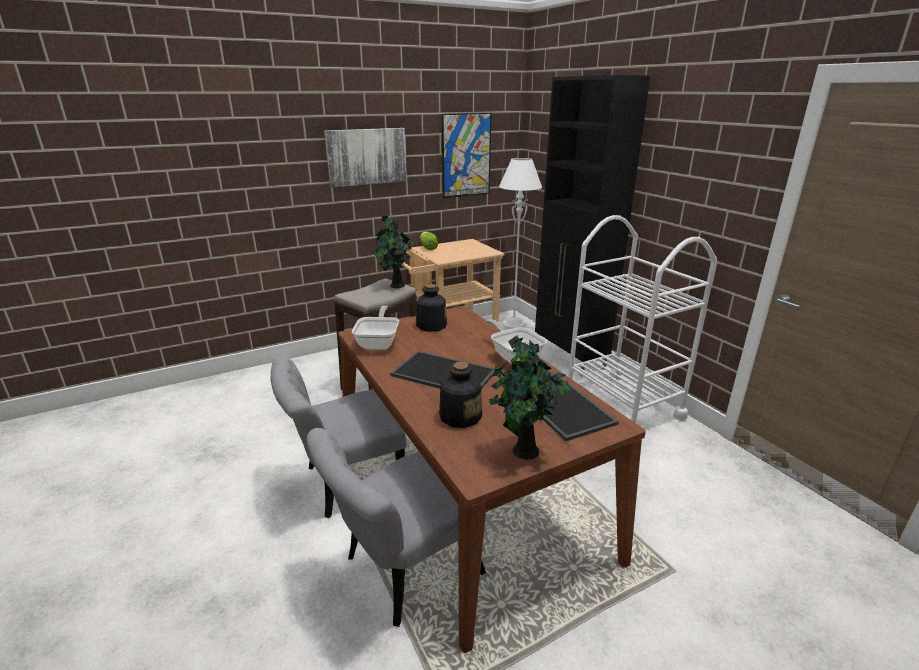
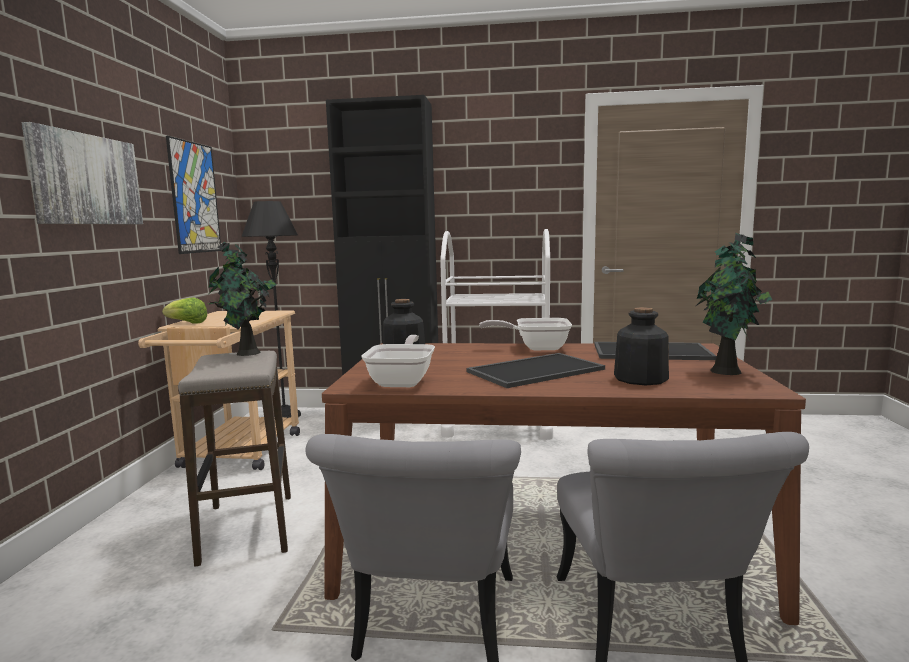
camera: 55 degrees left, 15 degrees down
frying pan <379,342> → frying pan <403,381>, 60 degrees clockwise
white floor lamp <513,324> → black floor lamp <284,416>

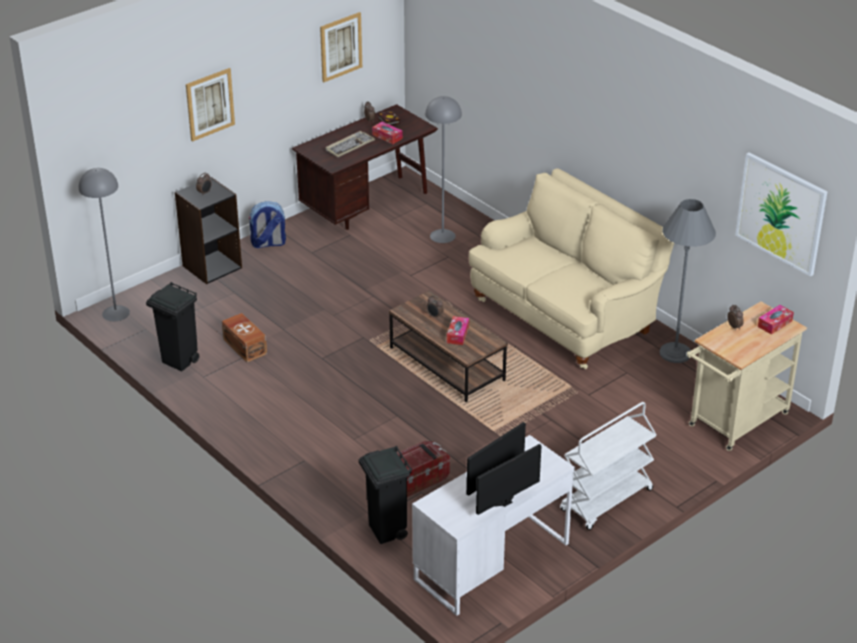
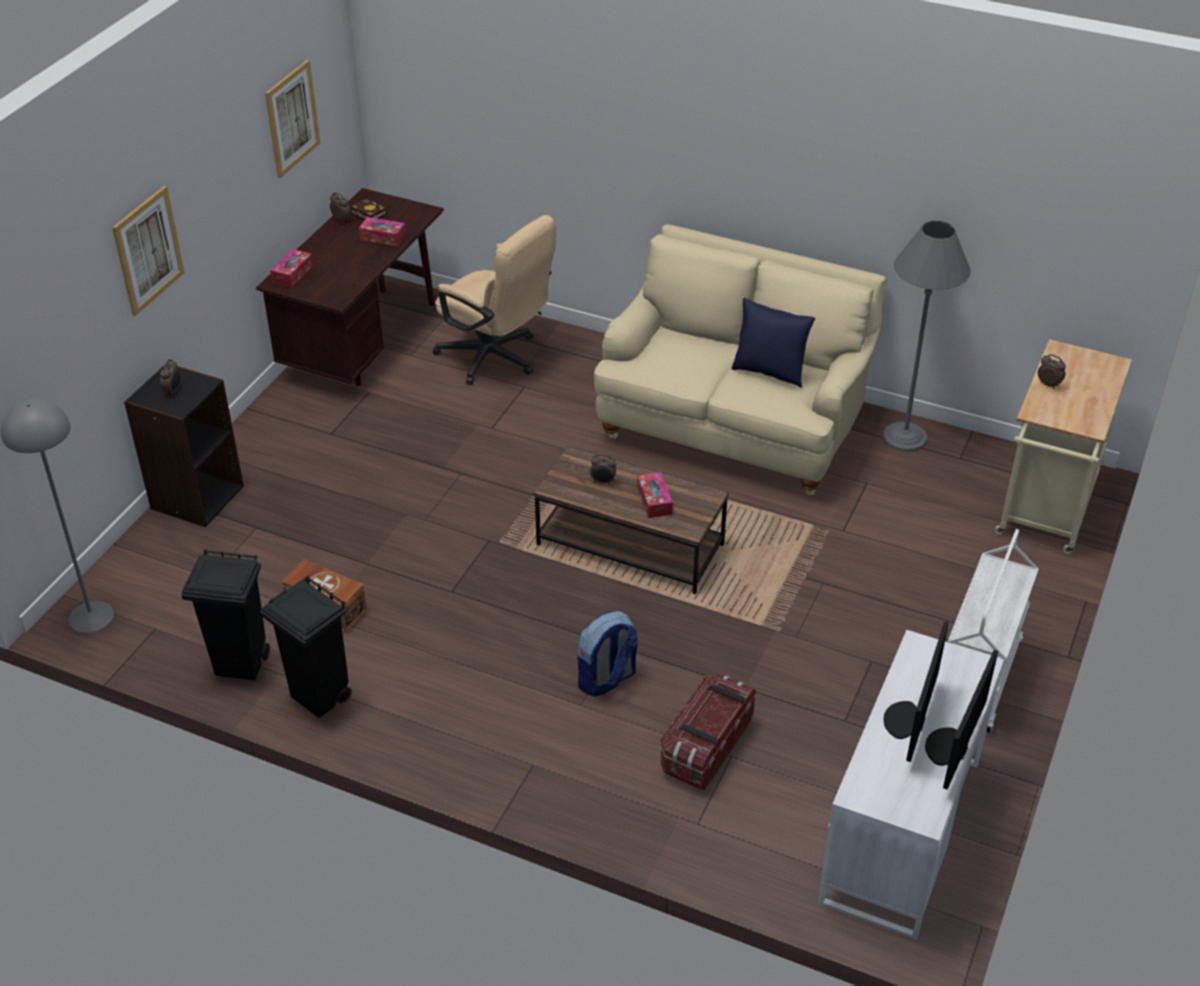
camera: 25 degrees left, 5 degrees up
backpack <268,243> → backpack <606,680>, move
keyboard <349,145> → -
black trash can <387,532> → black trash can <320,697>, move
grey floor lamp <442,236> → beige office chair <496,359>
picture <781,213> → -
tissue box <774,324> → tissue box <293,274>, move
- → blue pillow <769,372>

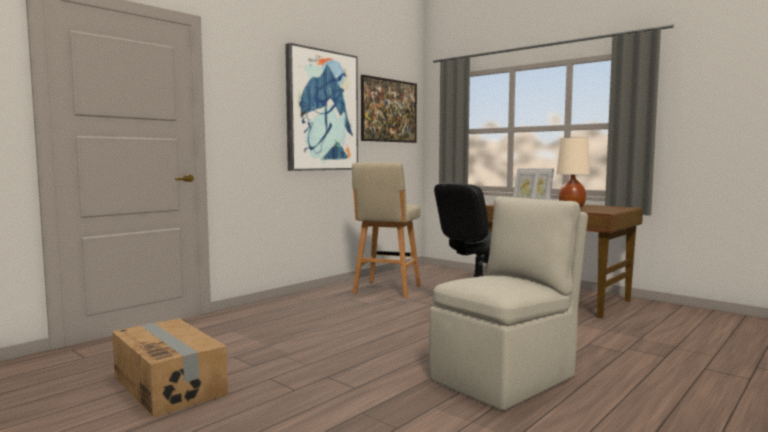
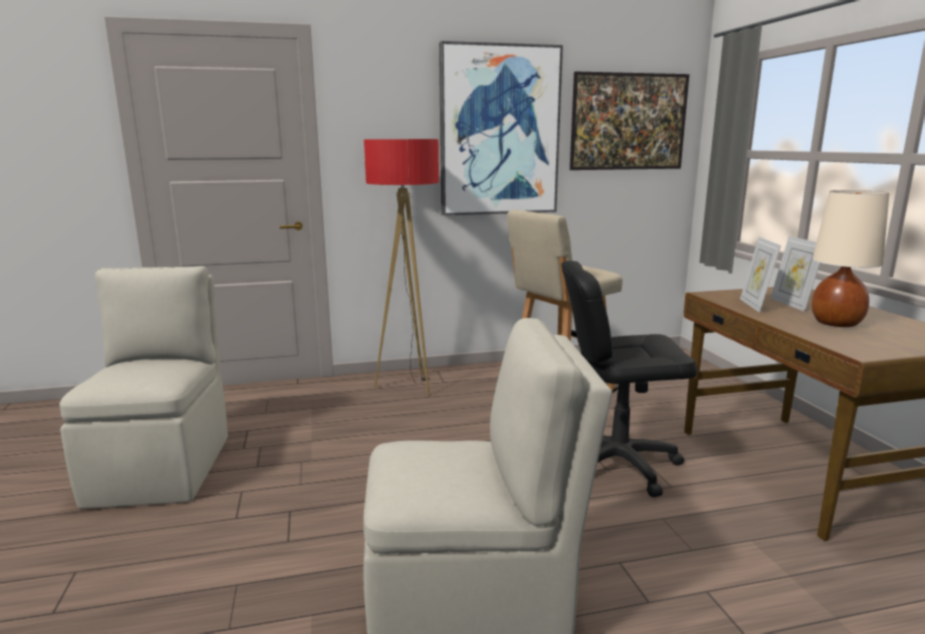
camera: 35 degrees right, 10 degrees up
cardboard box <170,385> → beige chair <163,467>
- → floor lamp <409,385>

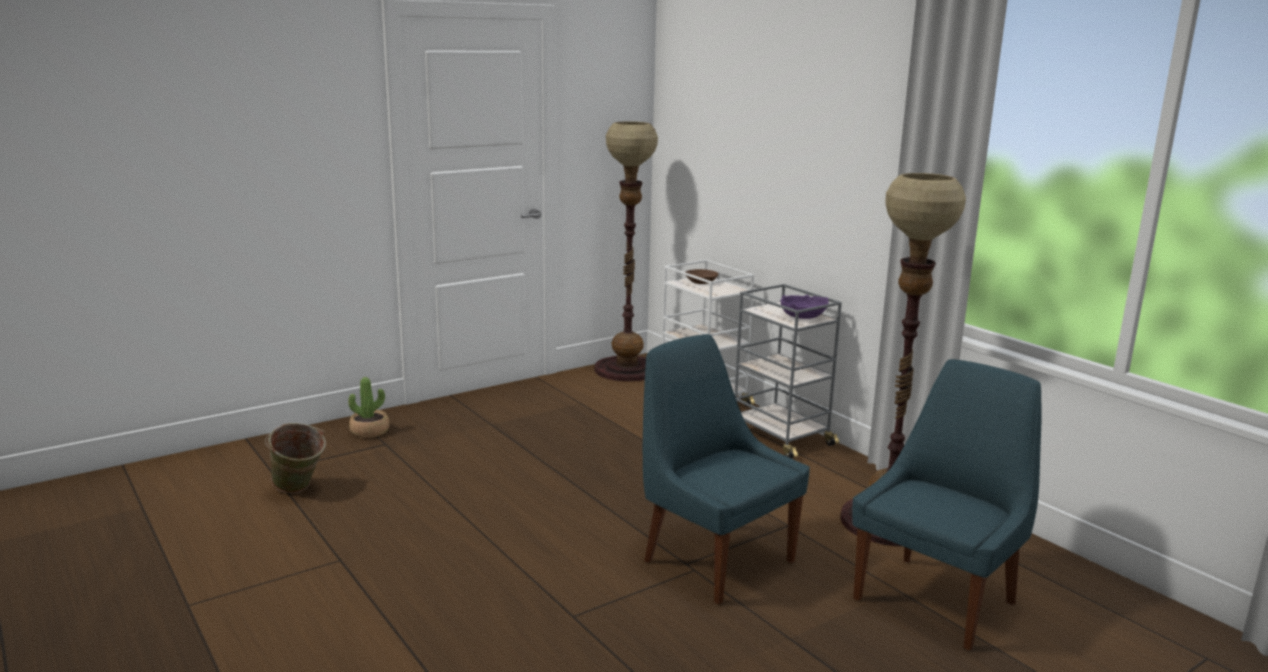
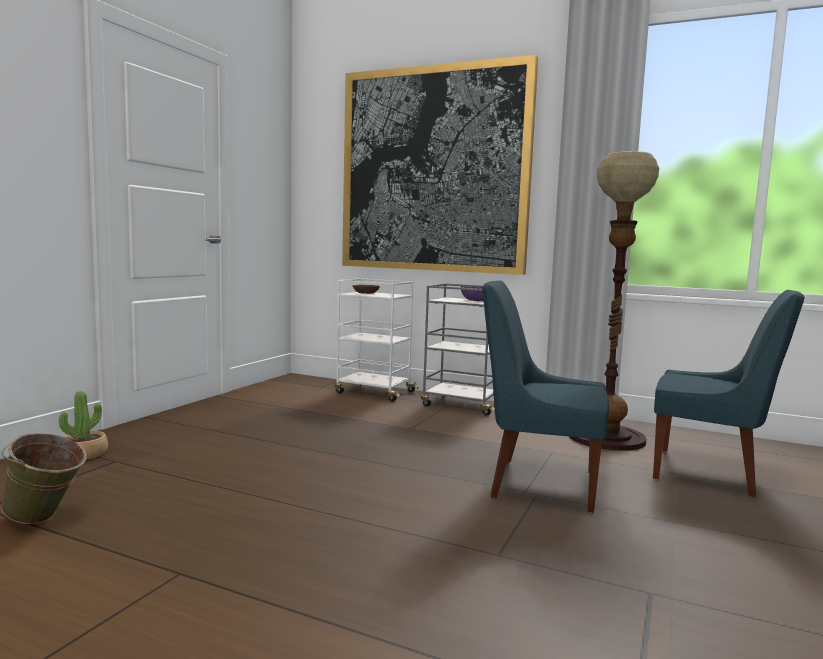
camera: 30 degrees left, 10 degrees down
floor lamp <626,369> → -
blue chair <937,599> → blue chair <710,473>, 105 degrees clockwise
- → picture <434,170>

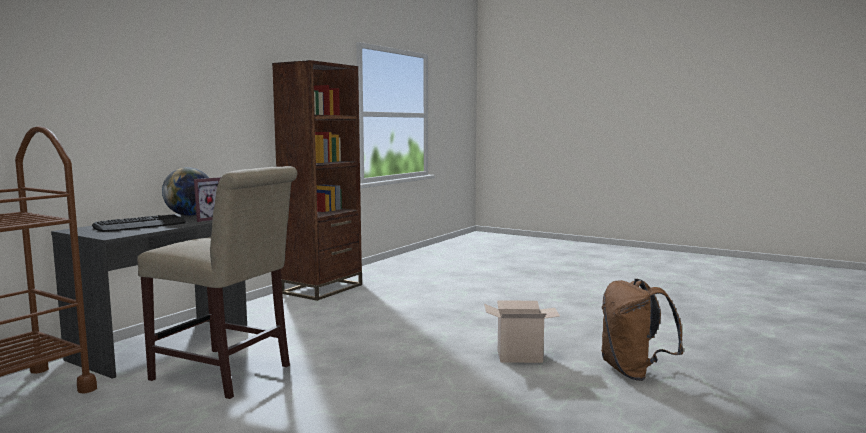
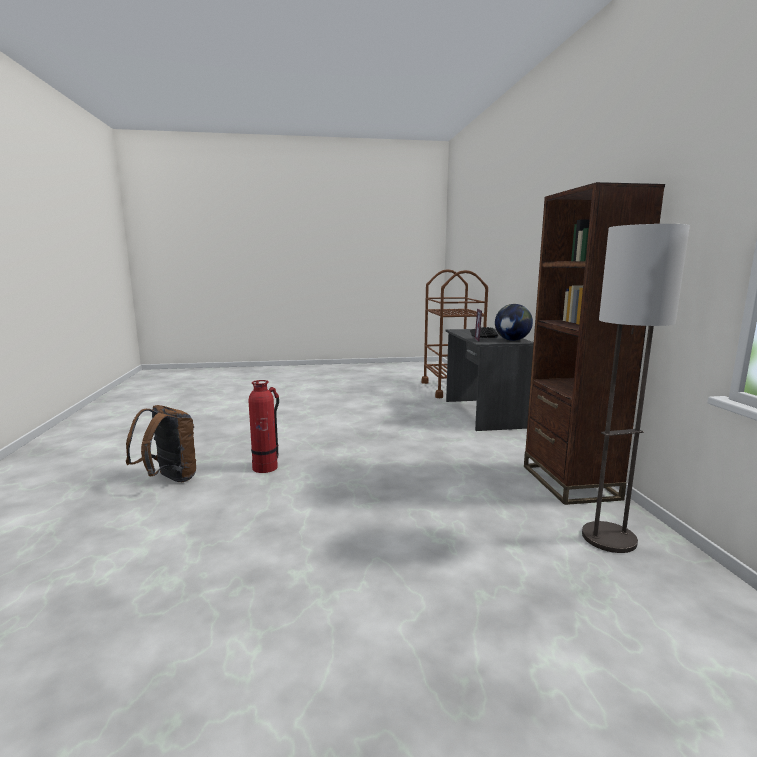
camera: 140 degrees right, 5 degrees up
beige chair <226,374> → -
cardboard box <521,356> → fire extinguisher <266,467>
- → floor lamp <608,538>

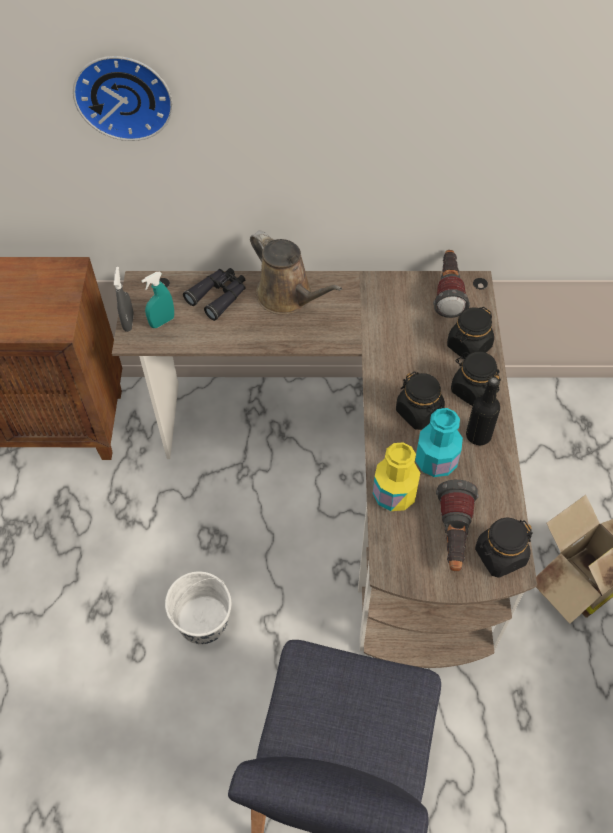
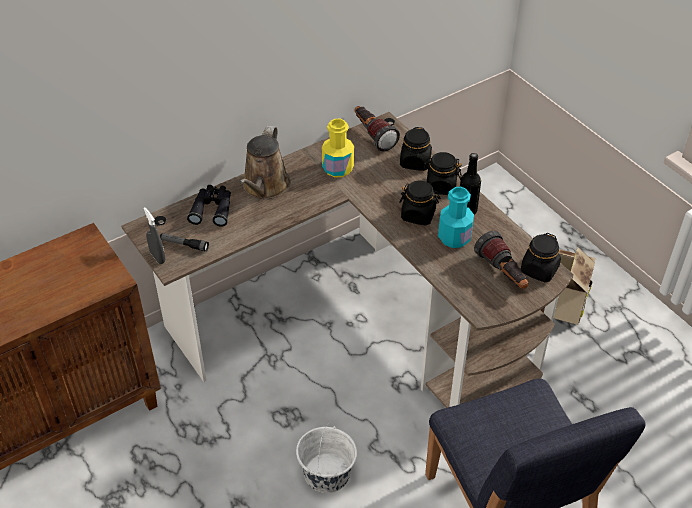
camera: 35 degrees left, 10 degrees down
wall clock <124,94> → -
turquoise spray bottle <162,322> → flashlight <184,245>
brown watering can <288,297> → brown watering can <264,187>, 90 degrees clockwise
yellow bottle <394,494> → yellow bottle <338,168>, move

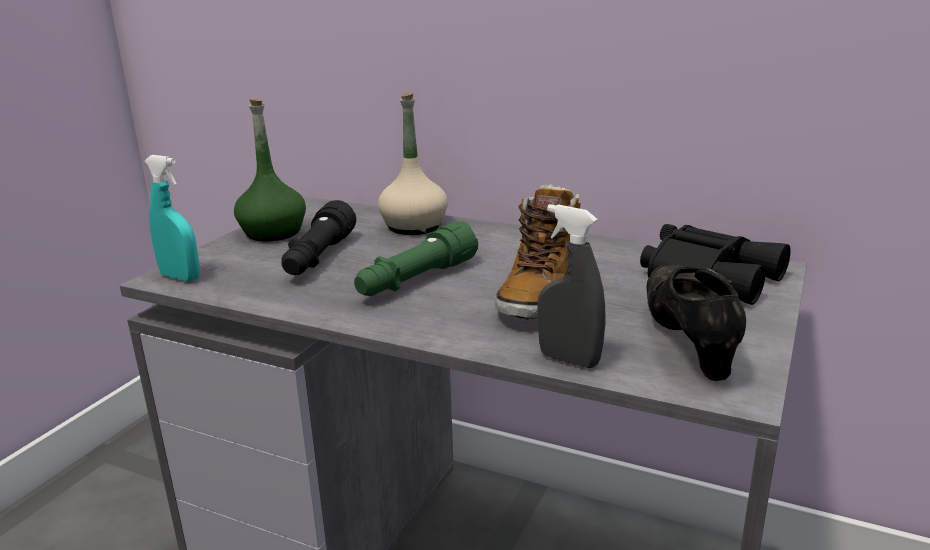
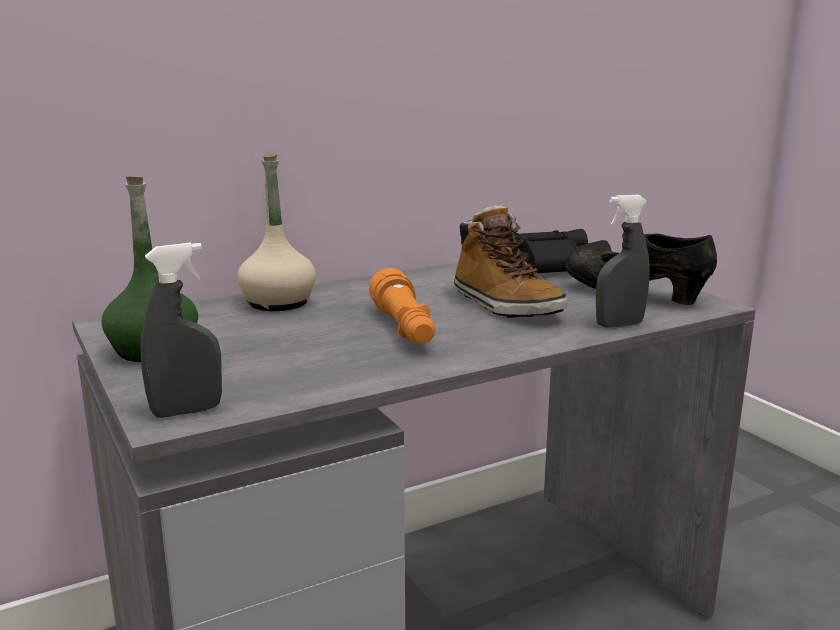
camera: 55 degrees left, 5 degrees down
turquoise spray bottle <180,277> → grey spray bottle <187,411>
black flashlight <318,258> → -
green flashlight <416,280> → orange flashlight <404,329>

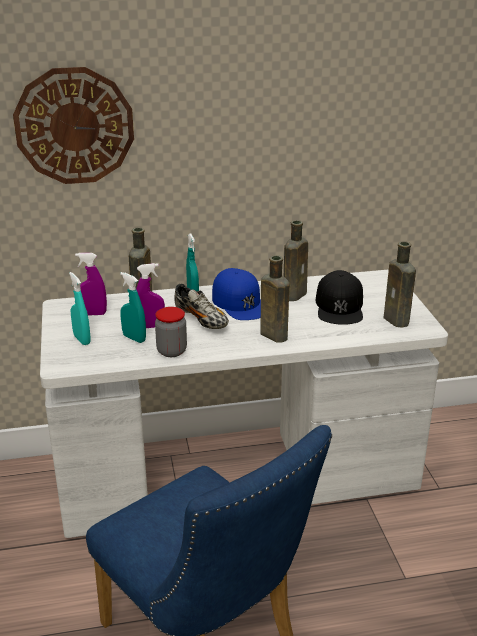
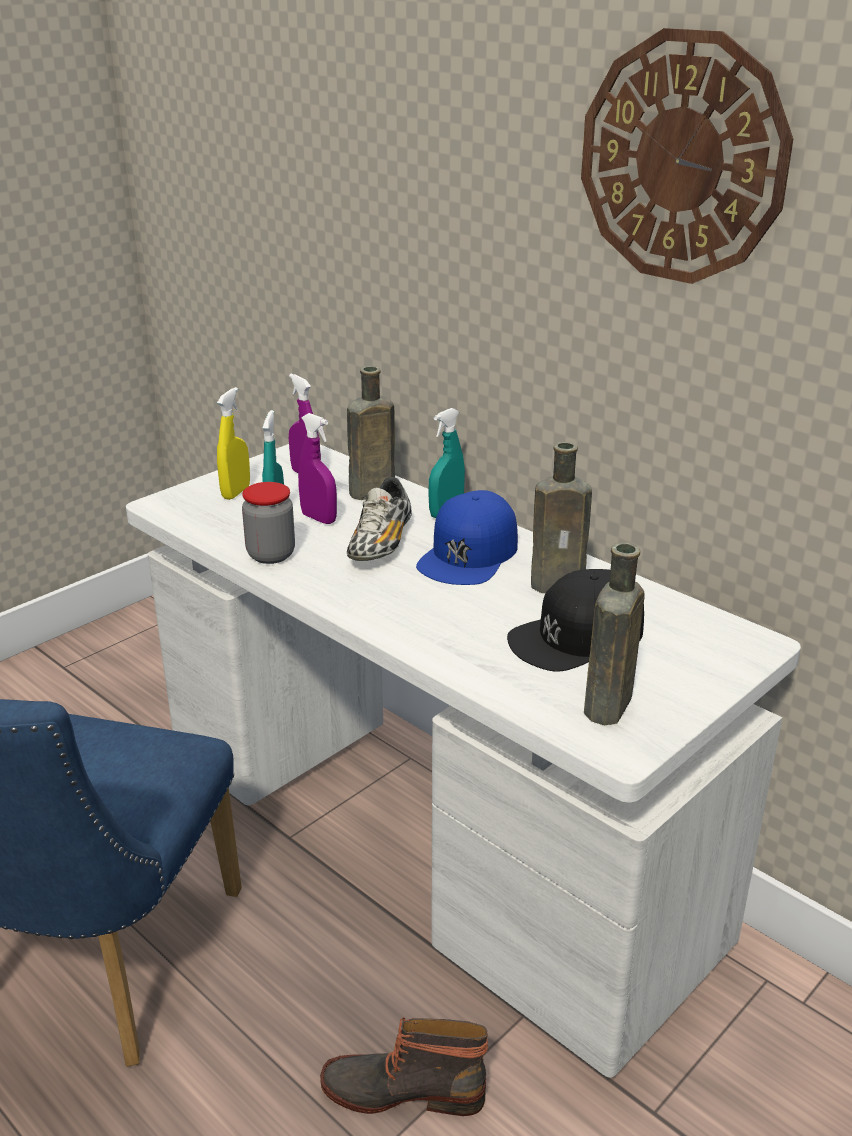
camera: 55 degrees right, 0 degrees up
wall clock <74,126> → wall clock <682,159>, move
turquoise spray bottle <82,339> → yellow spray bottle <236,492>
brown bottle <272,334> → -
- → boot <404,1089>

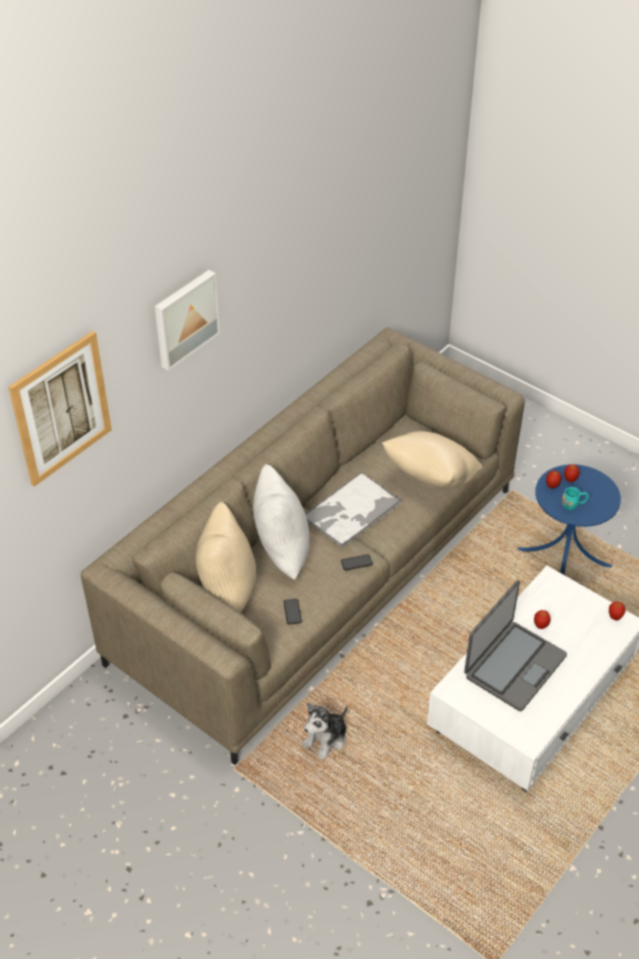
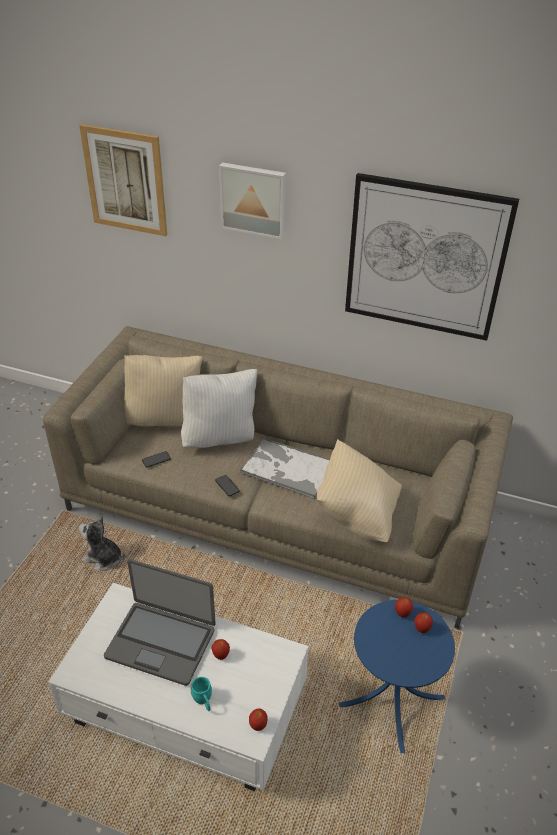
camera: 70 degrees right, 5 degrees down
turquoise mug <573,505> → turquoise mug <203,701>, move
- → picture <425,258>

